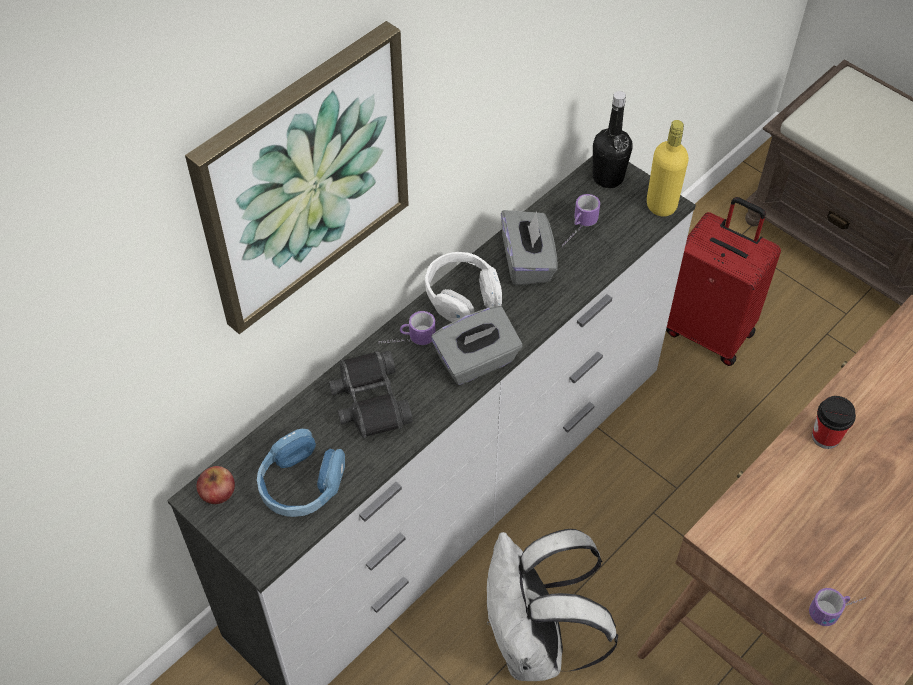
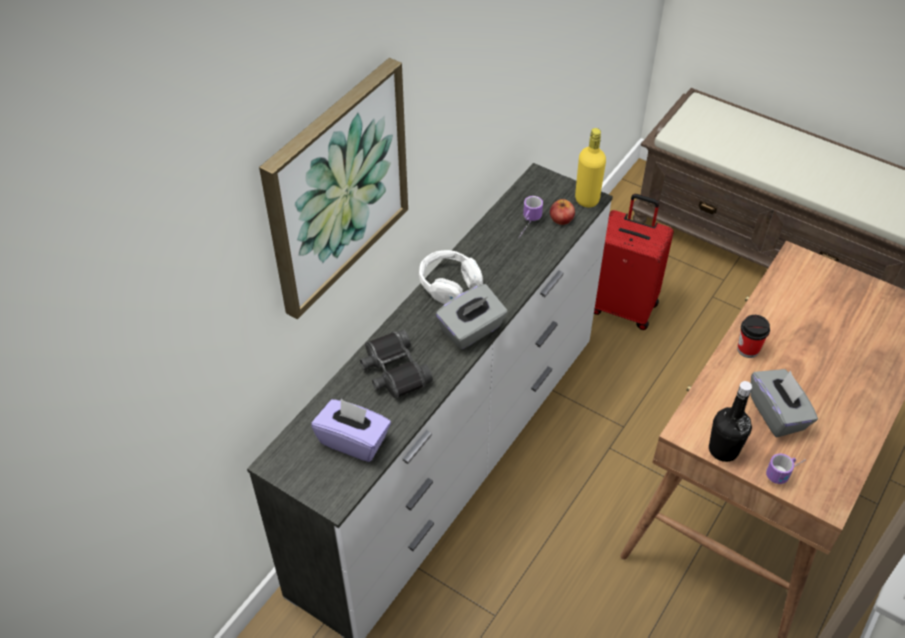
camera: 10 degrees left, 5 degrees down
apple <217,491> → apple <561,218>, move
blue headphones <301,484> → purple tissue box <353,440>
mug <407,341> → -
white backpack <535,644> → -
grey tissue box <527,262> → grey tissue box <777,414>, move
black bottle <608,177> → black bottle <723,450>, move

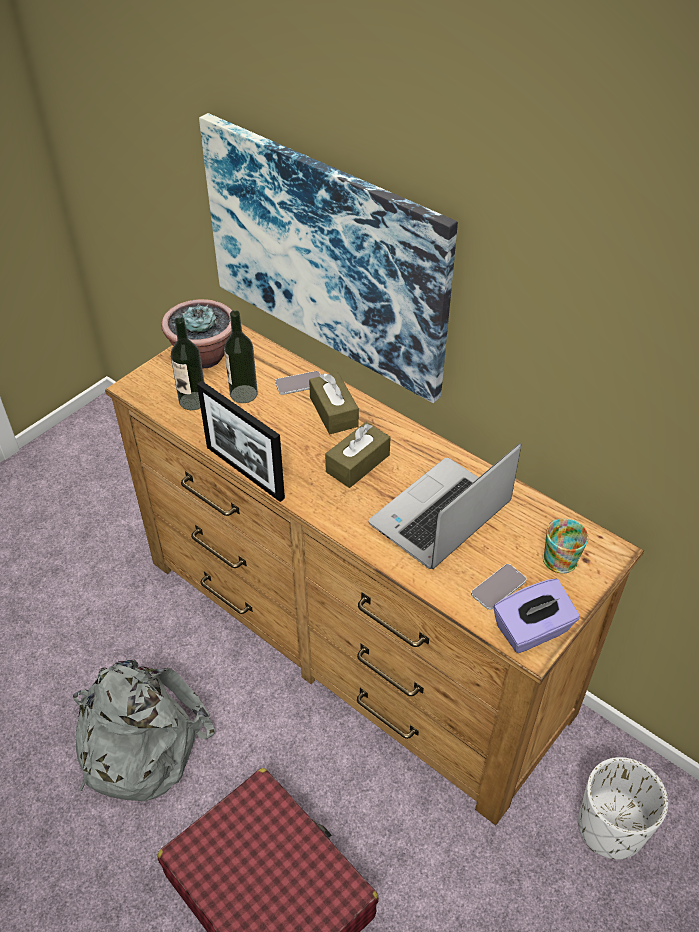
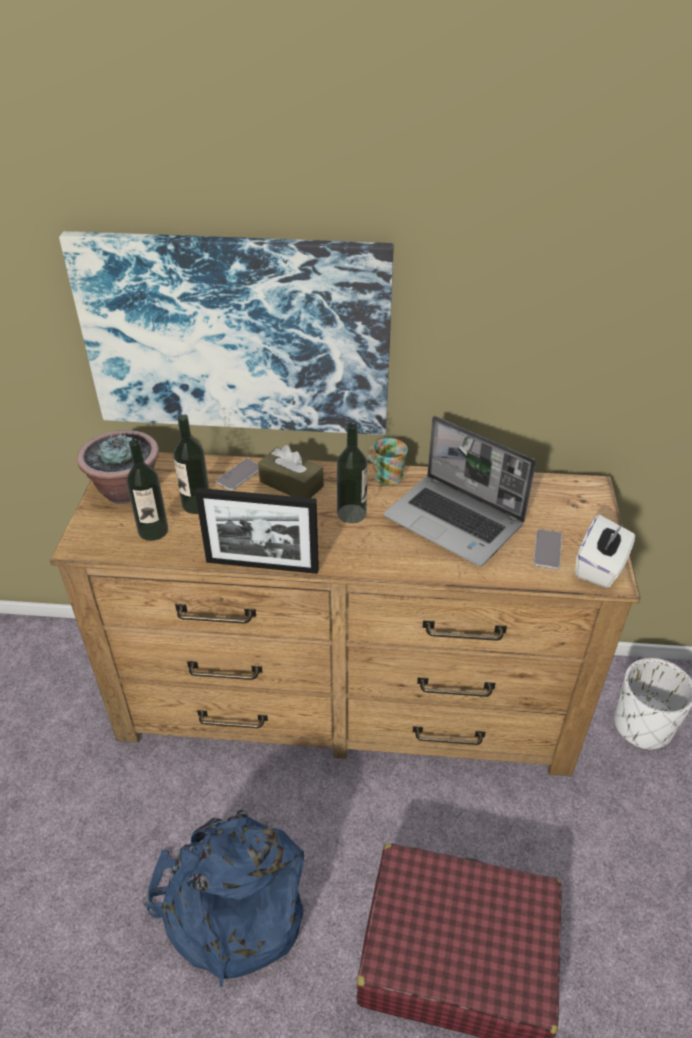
camera: 35 degrees left, 5 degrees down
grey backpack <137,741> → blue backpack <231,906>
brown tissue box <357,463> → bottle <351,513>
laptop <440,517> → laptop <455,521>, 60 degrees counterclockwise
purple tissue box <532,630> → white tissue box <600,567>
mug <558,555> → mug <385,474>, move

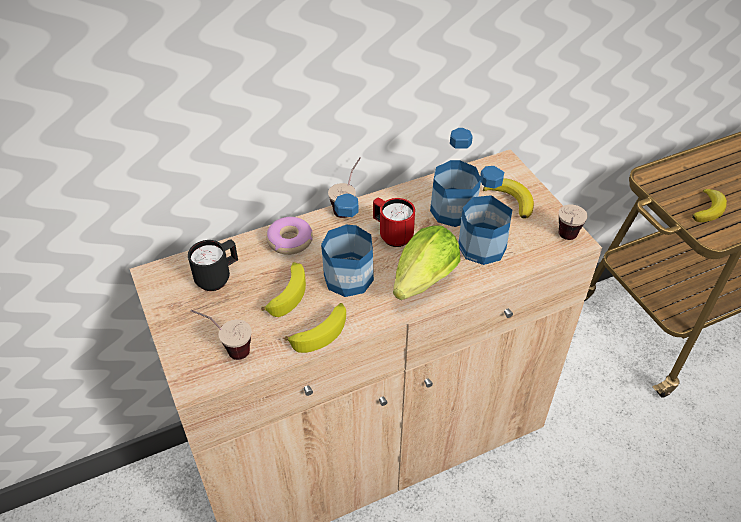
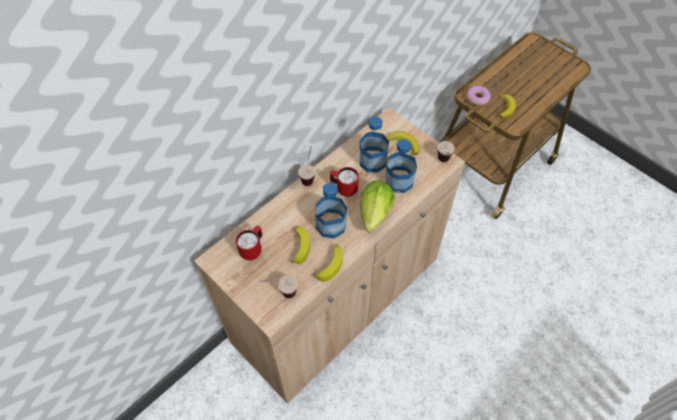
camera: 20 degrees left, 10 degrees up
black mug <218,278> → red mug <253,249>
donut <290,240> → donut <478,98>, move

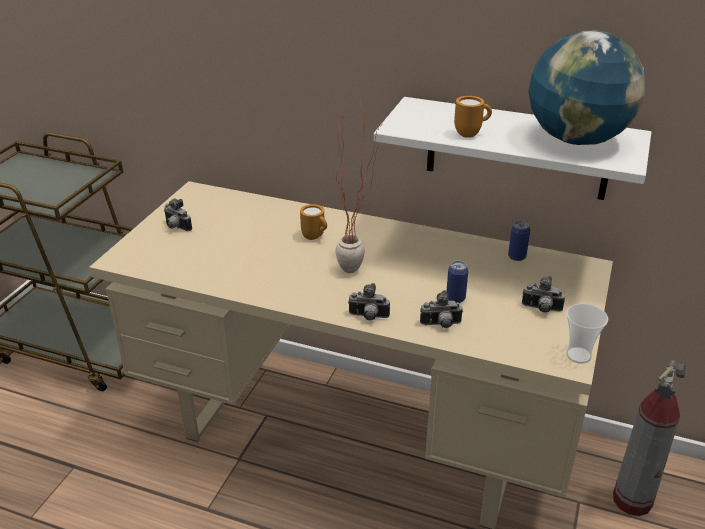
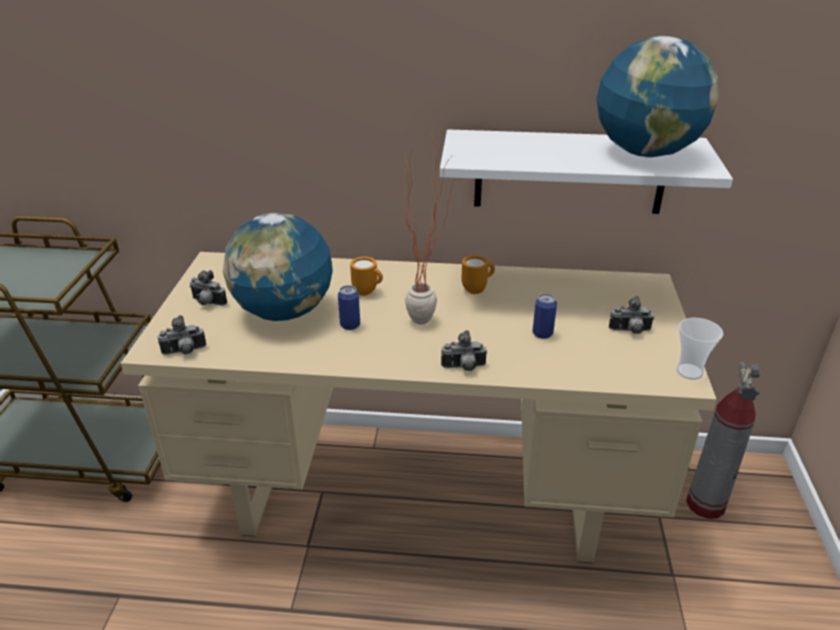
camera: 15 degrees left, 0 degrees up
photo camera <441,325> → photo camera <184,352>, move
orange mug <471,134> → orange mug <477,289>, move
can <517,257> → can <350,325>, move
- → globe <284,312>

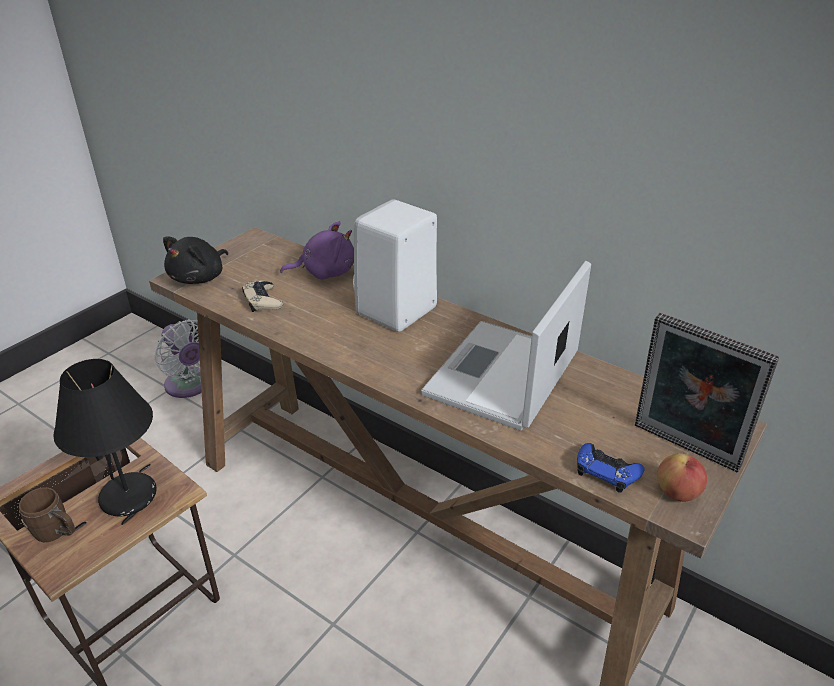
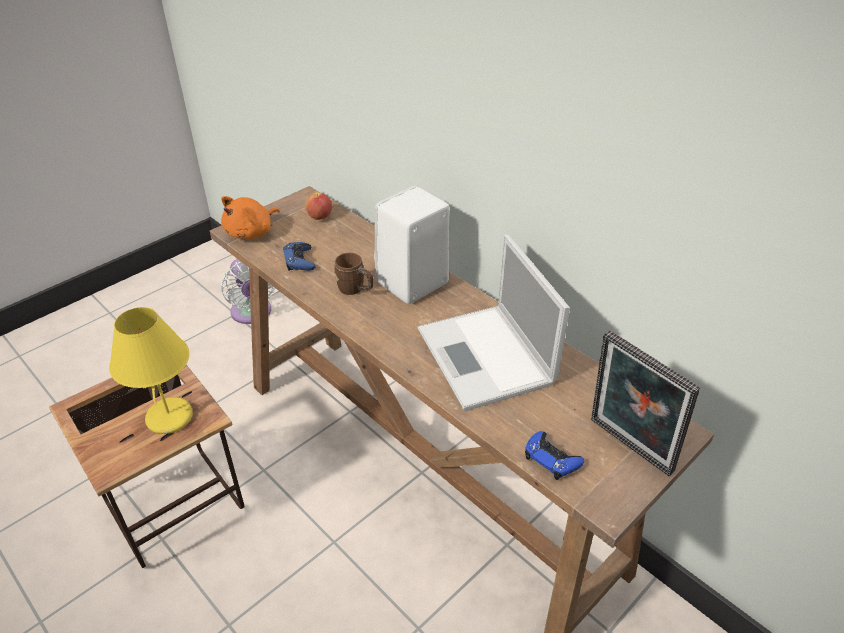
camera: 10 degrees right, 5 degrees up
brown mug <57,533> → brown mug <355,290>, move
black table lamp <129,497> → yellow table lamp <170,418>
black plush toy <199,278> → orange plush toy <251,232>
beige game controller <262,301> → blue game controller <299,260>
purple plush toy <325,272> → -
laptop <501,376> → laptop <486,358>, 60 degrees counterclockwise
apple <677,492> → apple <320,217>, move

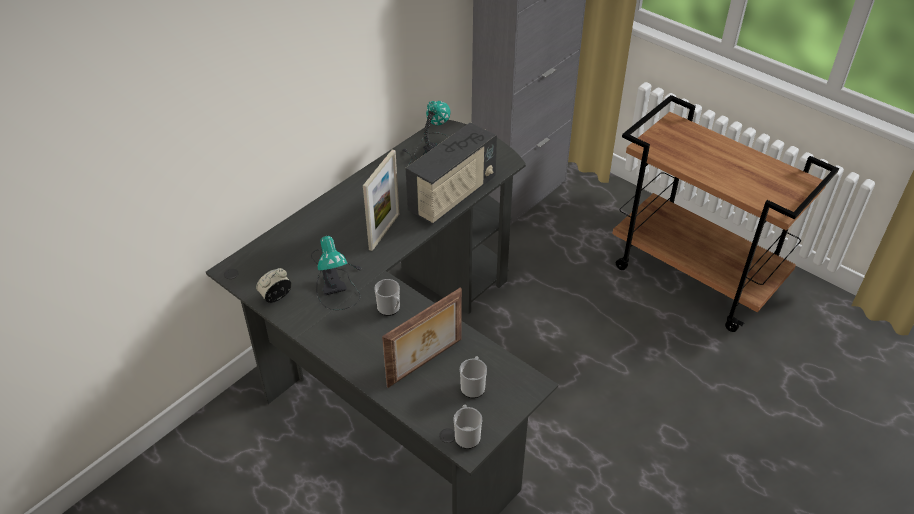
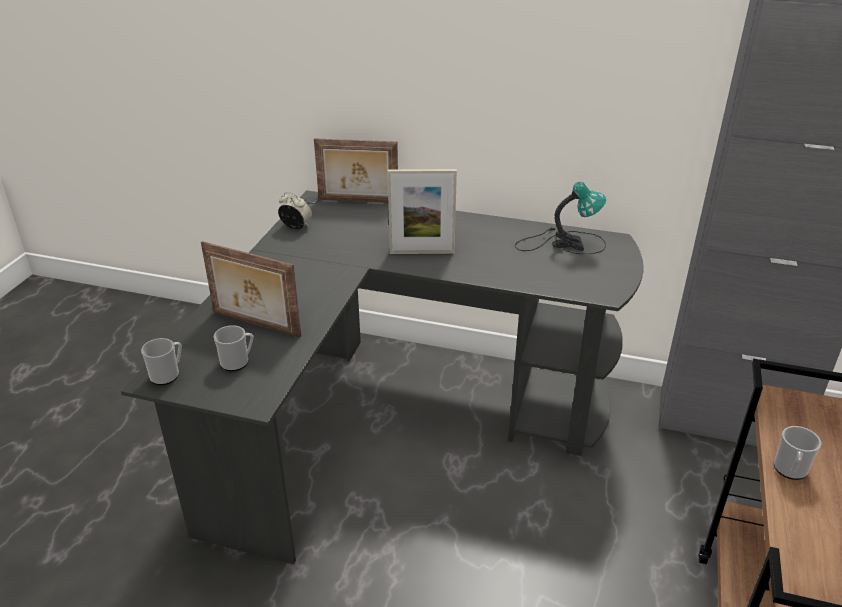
camera: 65 degrees right, 10 degrees down
table lamp <335,280> → -
mug <390,309> → mug <790,471>, move
radio <452,196> → -
- → picture frame <358,201>

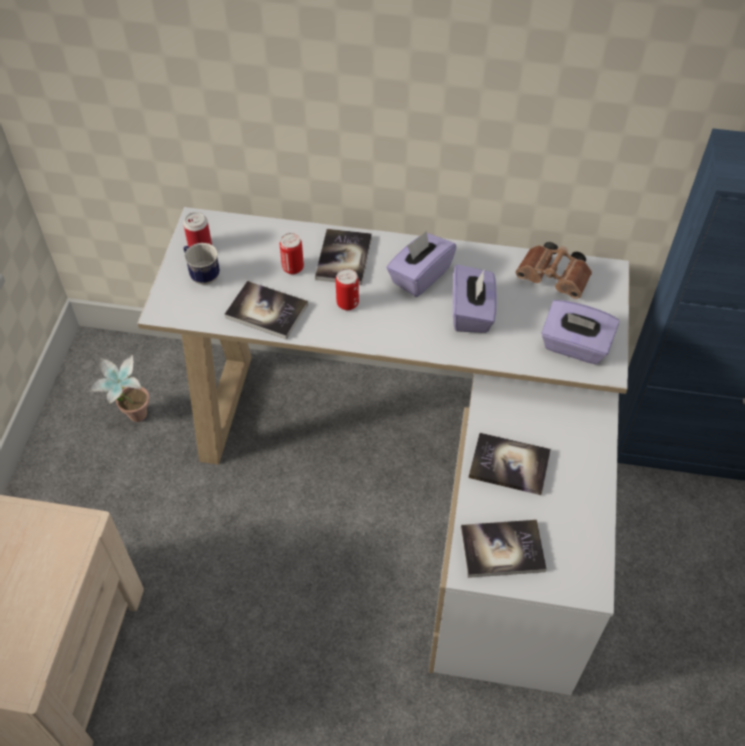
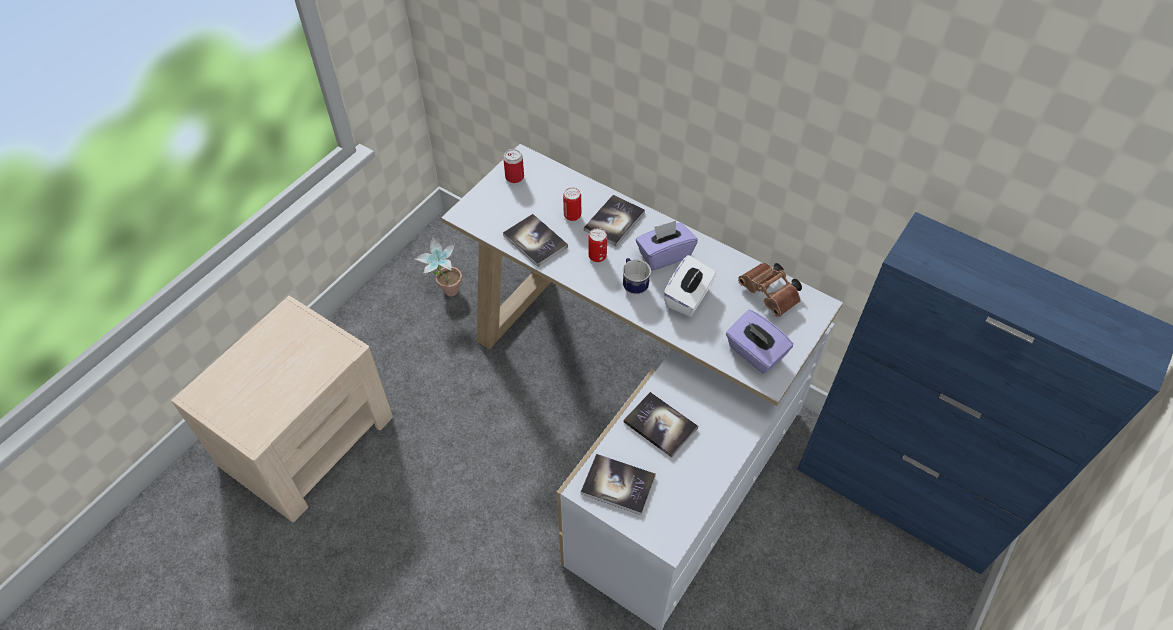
camera: 25 degrees right, 0 degrees up
mug <202,275> → mug <633,285>, move
purple tissue box <472,313> → white tissue box <688,297>

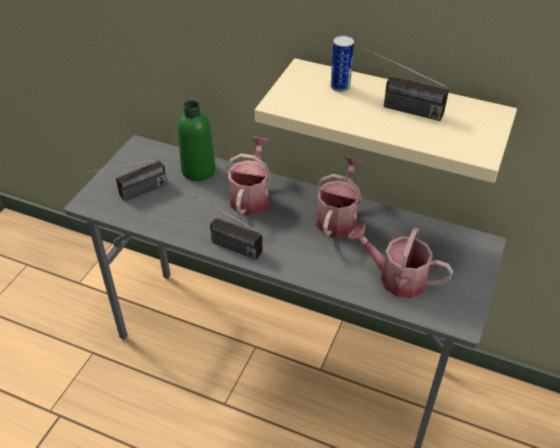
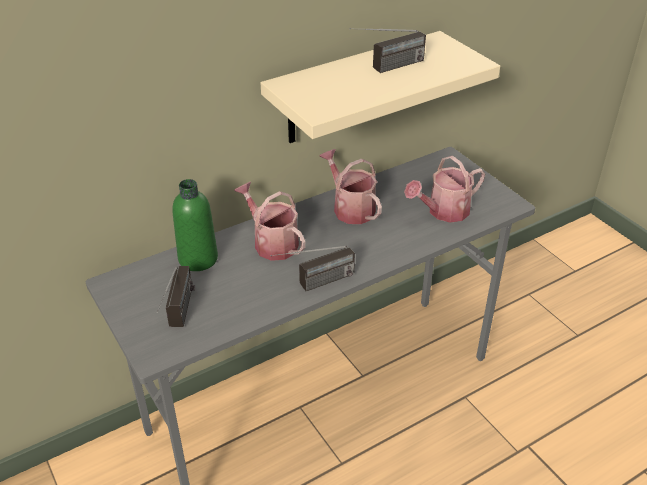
camera: 55 degrees left, 5 degrees down
can <340,87> → -

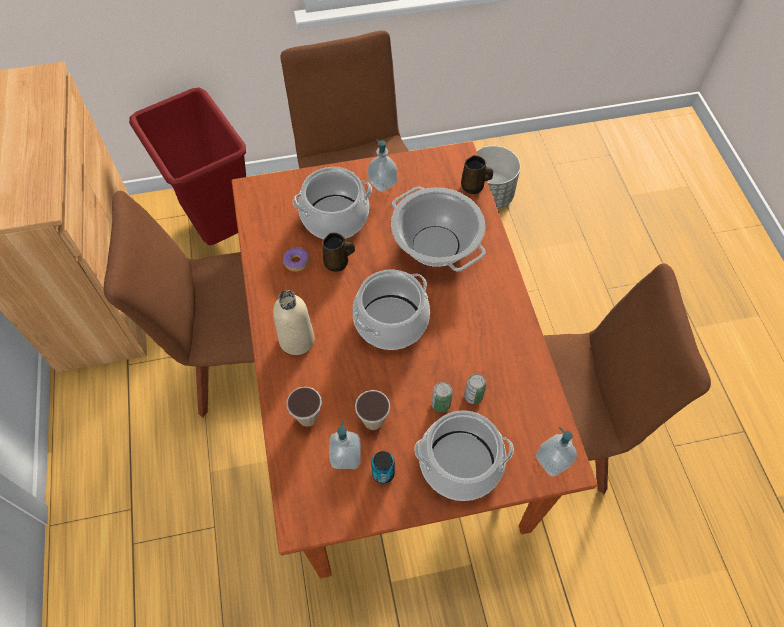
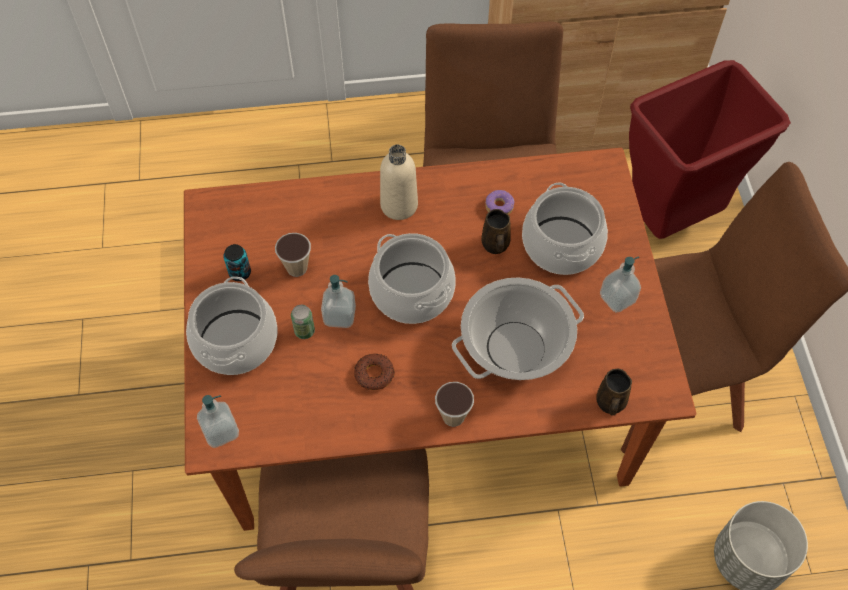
camera: 95 degrees right, 0 degrees up
cup <307,417> → cup <453,416>, move
soap dispenser <346,456> → soap dispenser <339,316>, move
can <473,396> → -
- → donut <374,374>

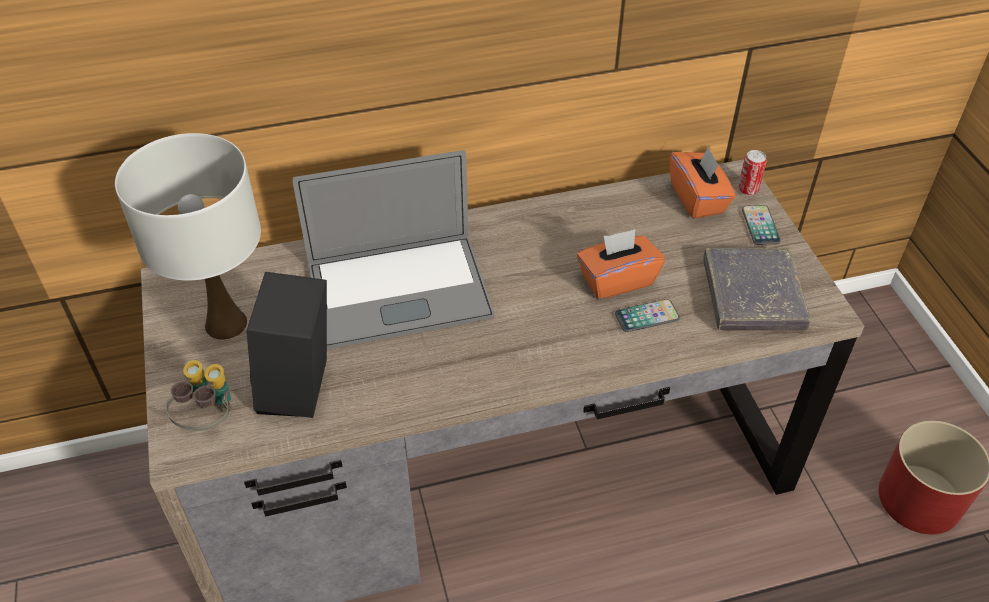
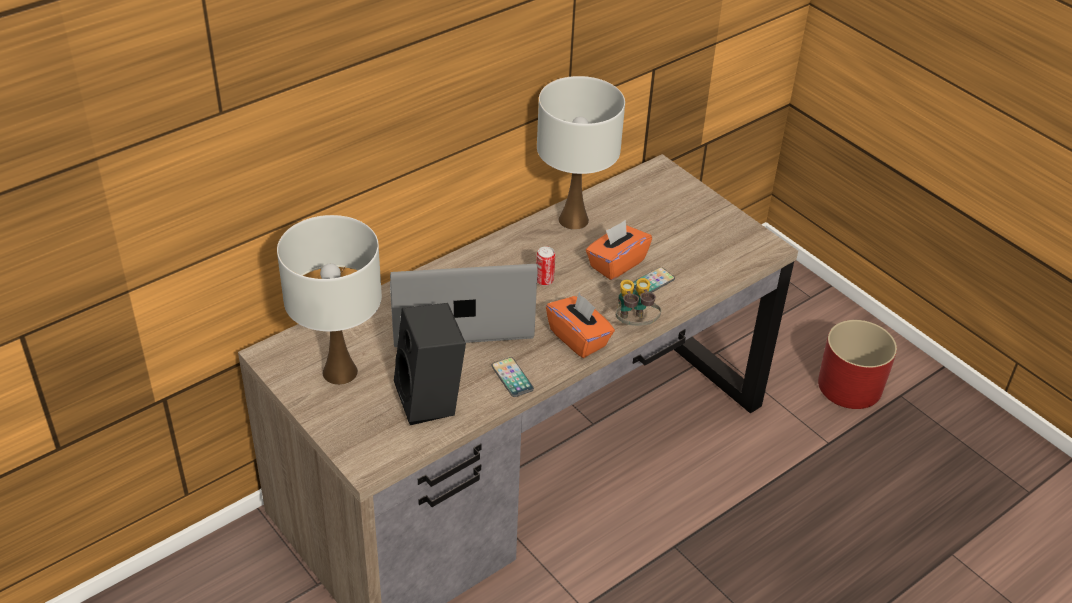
camera: 25 degrees left, 5 degrees down
binoculars <209,420> → binoculars <634,325>, move
laptop <399,291> → laptop <460,313>, 150 degrees counterclockwise
orange tissue box <698,199> → orange tissue box <579,338>, move
grey book <752,295> → -
can <748,189> → can <544,280>, move
phone <760,226> → phone <512,378>, move
- → white table lamp <573,219>

